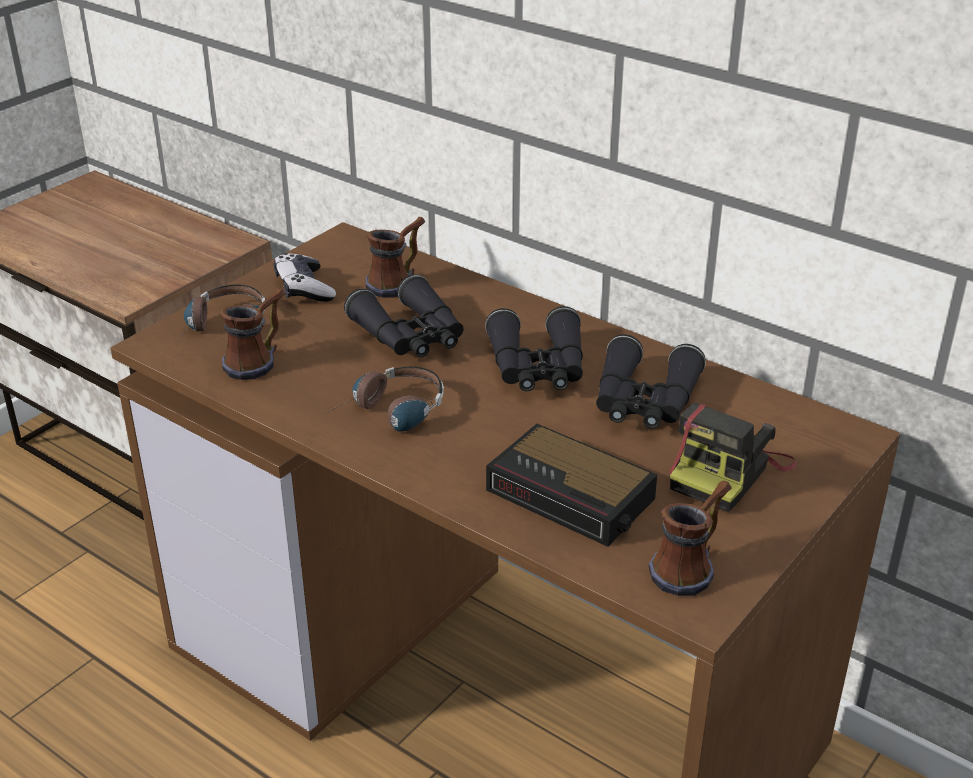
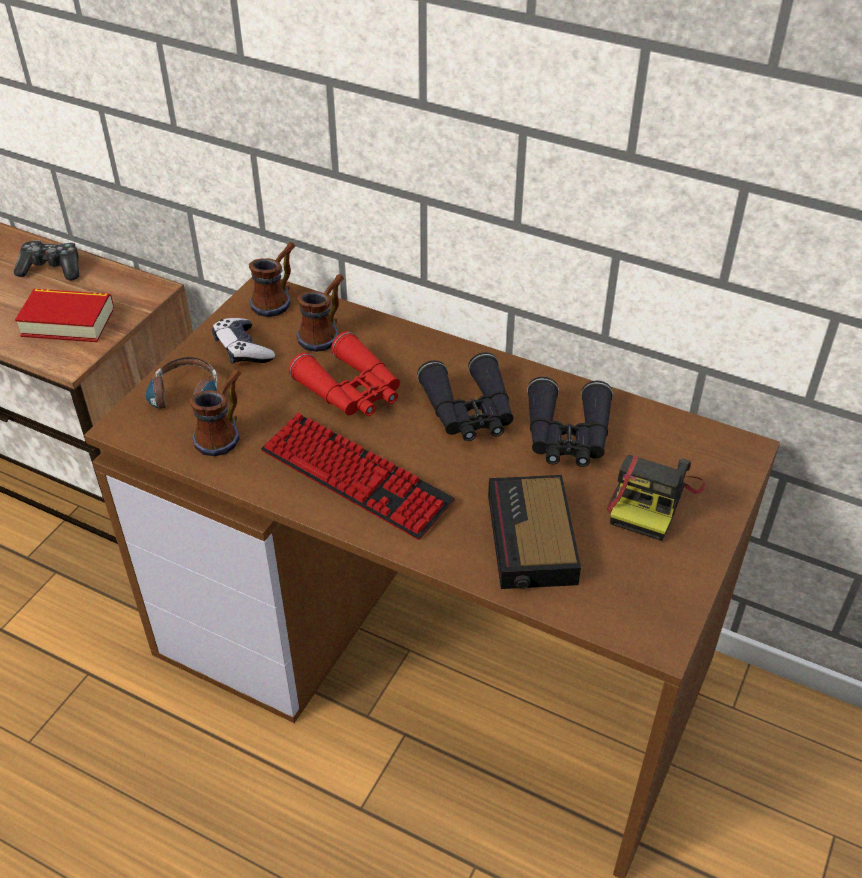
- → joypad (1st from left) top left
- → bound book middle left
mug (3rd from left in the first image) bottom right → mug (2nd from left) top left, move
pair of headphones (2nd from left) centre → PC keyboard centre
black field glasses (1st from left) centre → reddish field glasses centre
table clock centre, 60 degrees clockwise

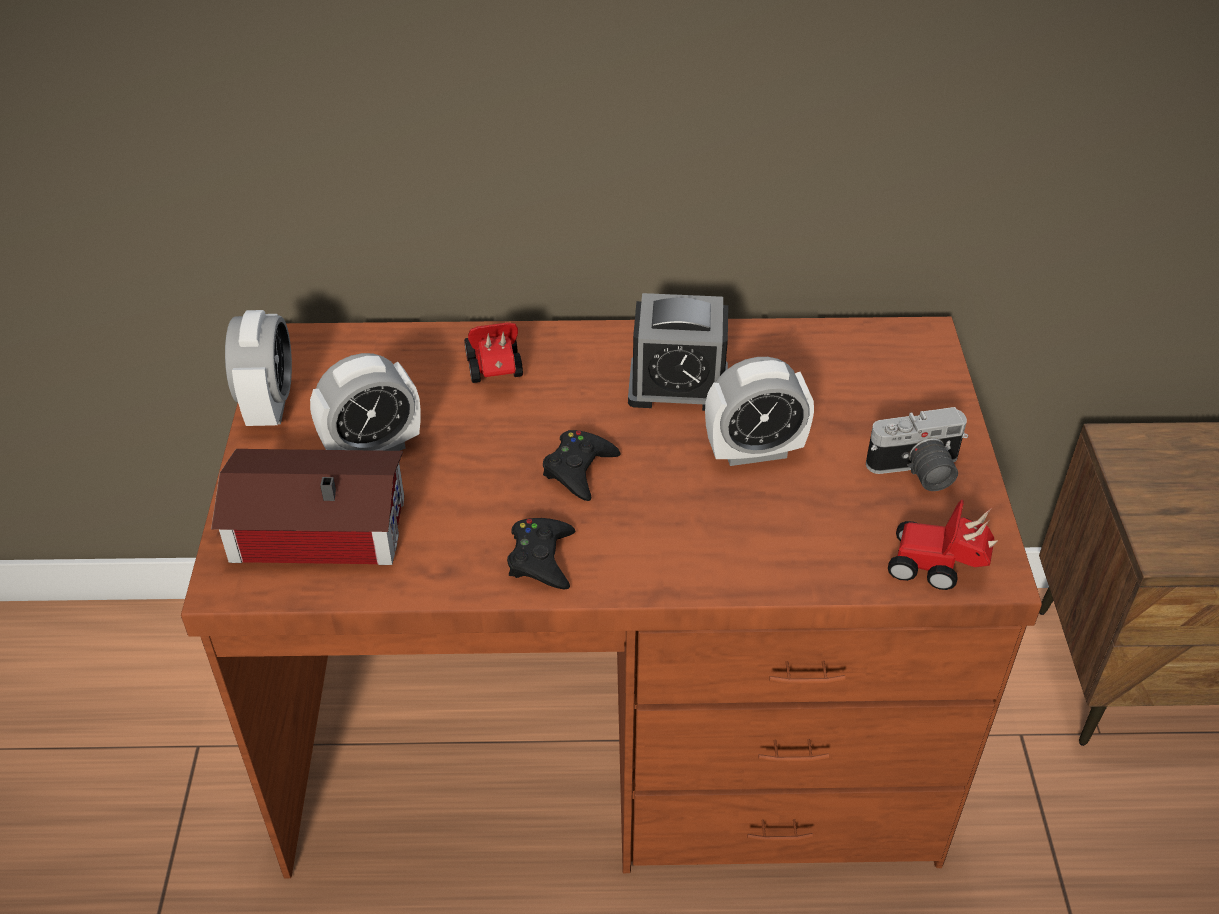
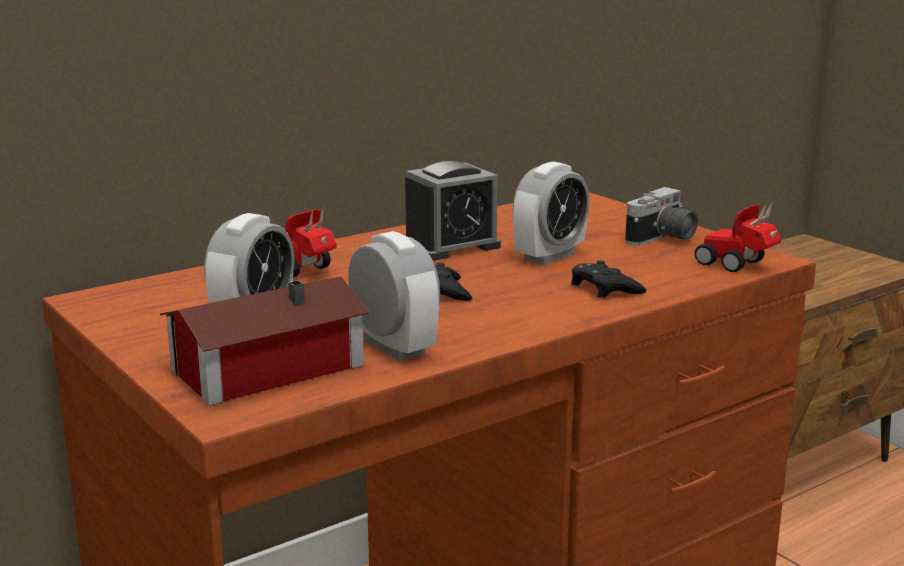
table clock (1st from left in the first image) middle left → table clock (2nd from left) centre, move
black joypad (1st from left in the first image) centre → black joypad (2nd from left) middle right, move
model car (2nd from left) middle right, 60 degrees clockwise

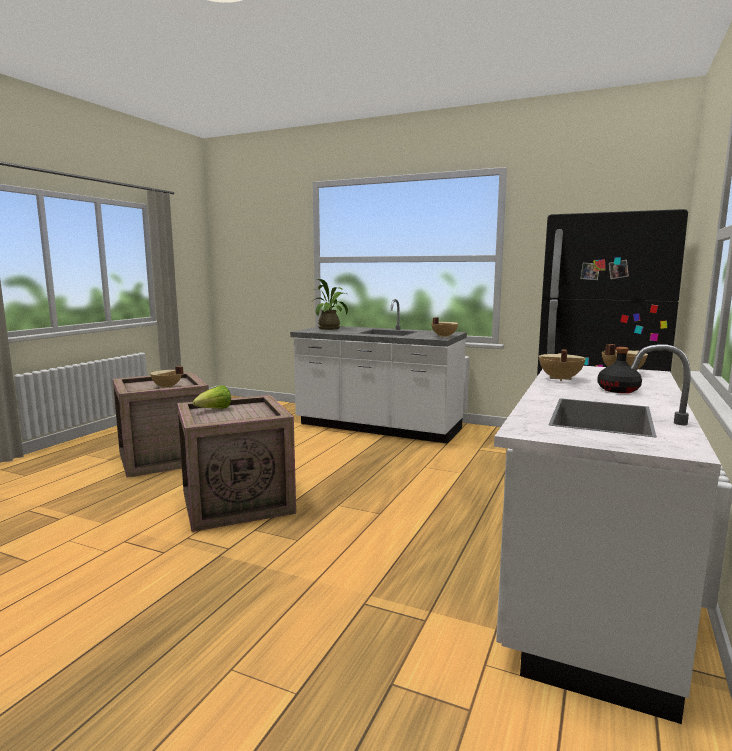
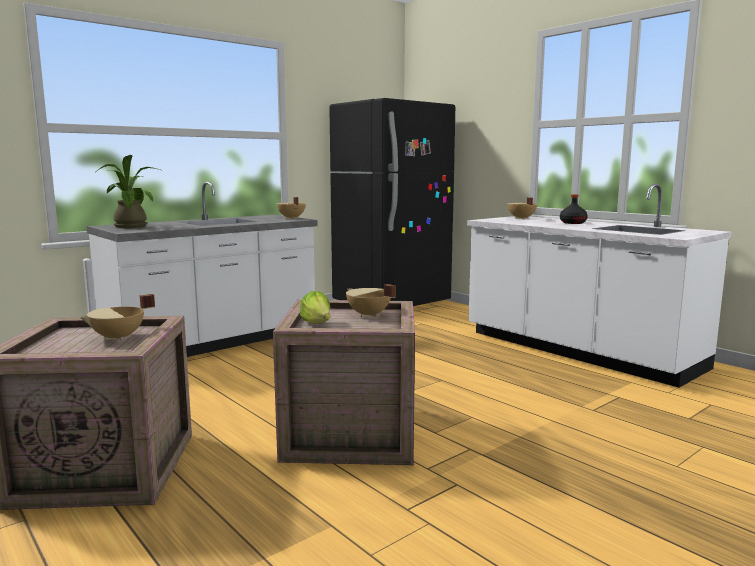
beige cooking pot (3rd from left) middle right → beige cooking pot (3rd from left) centre, move

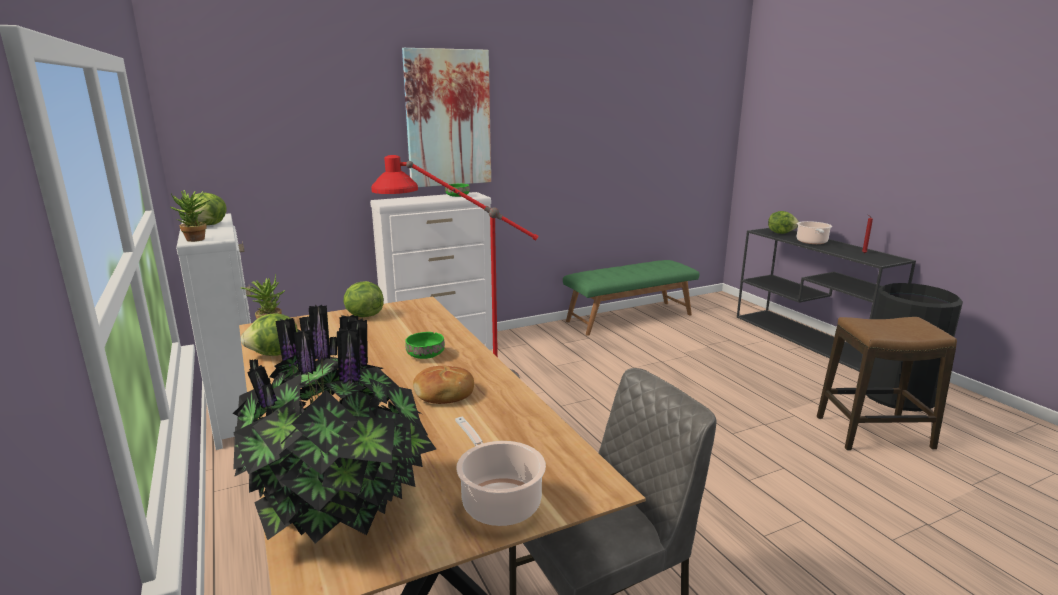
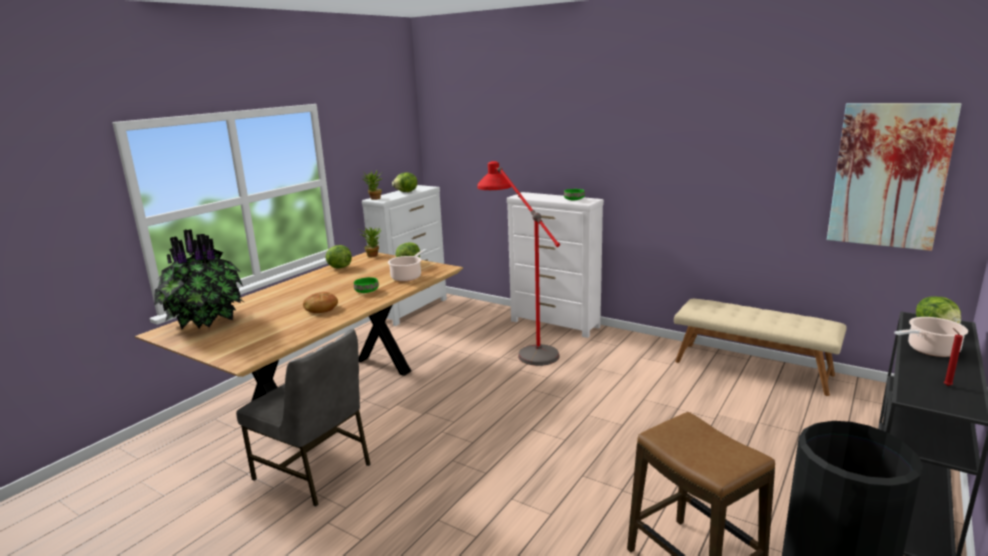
cooking pot (1st from left) bottom centre → cooking pot (1st from left) centre, move
green bench centre → beige bench middle right
wall picture top centre → wall picture top right, move

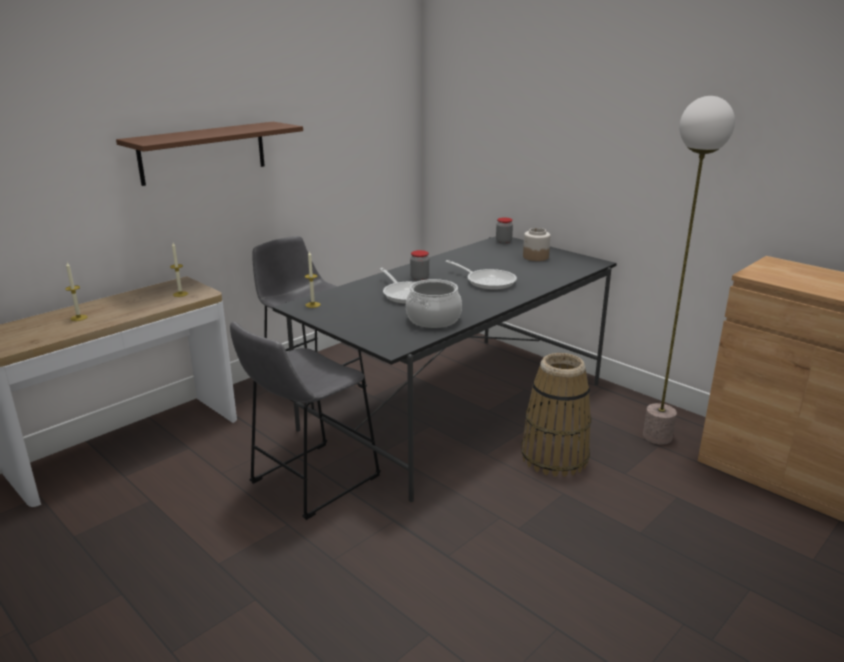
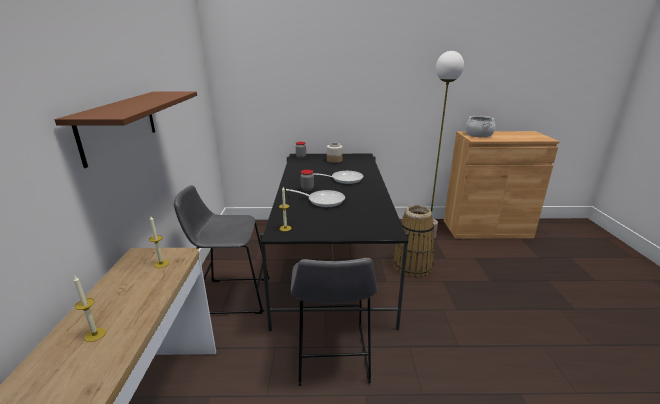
cooking pot centre → cooking pot top right, move

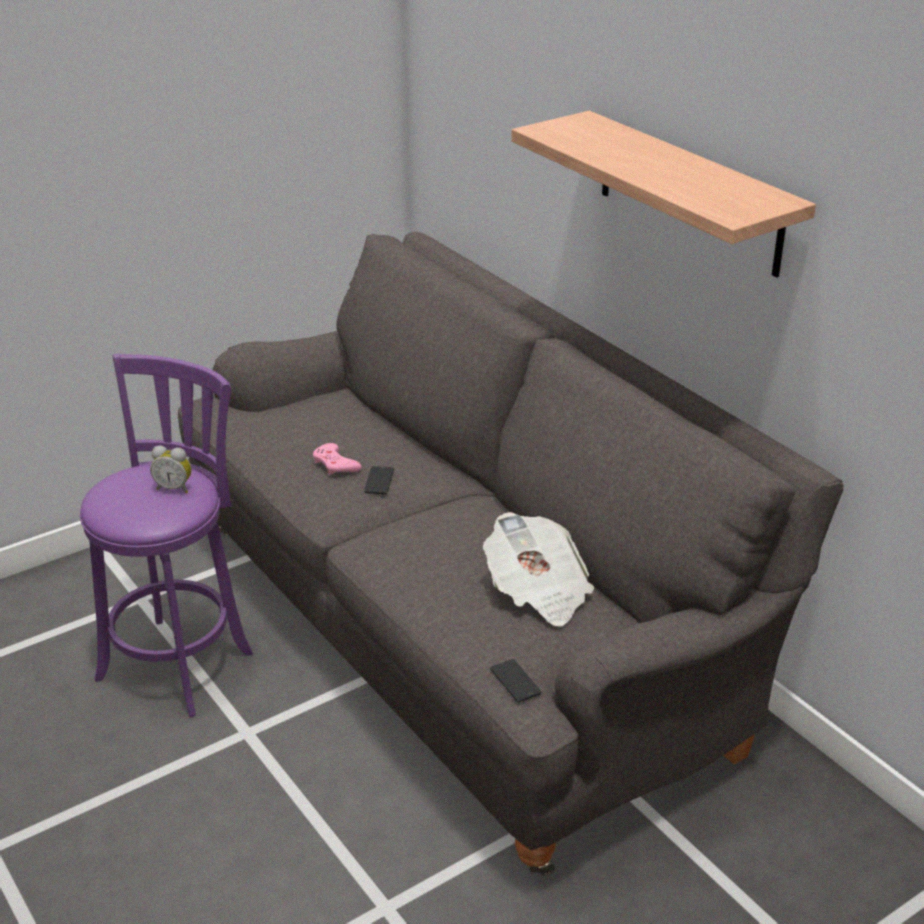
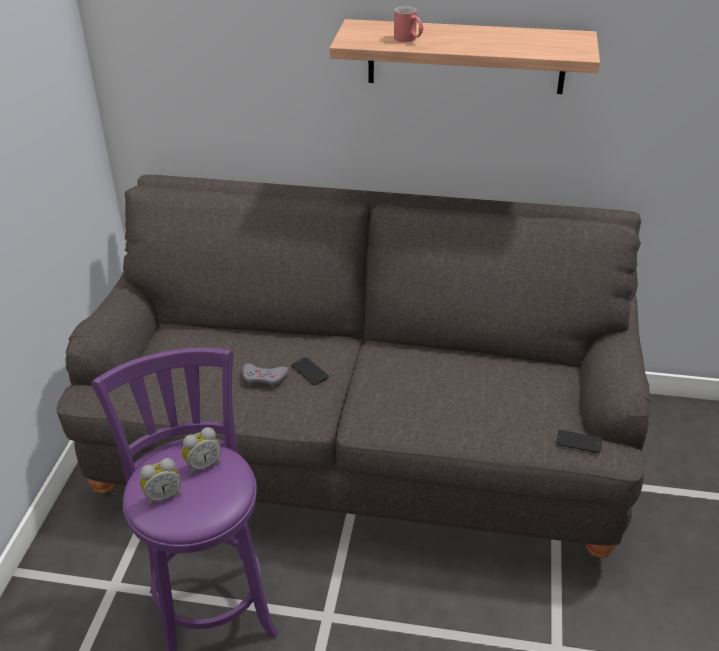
- → table clock (1st from left) bottom left
pinkish joypad centre → grey joypad centre
- → reddish mug top centre
printed paper centre → -

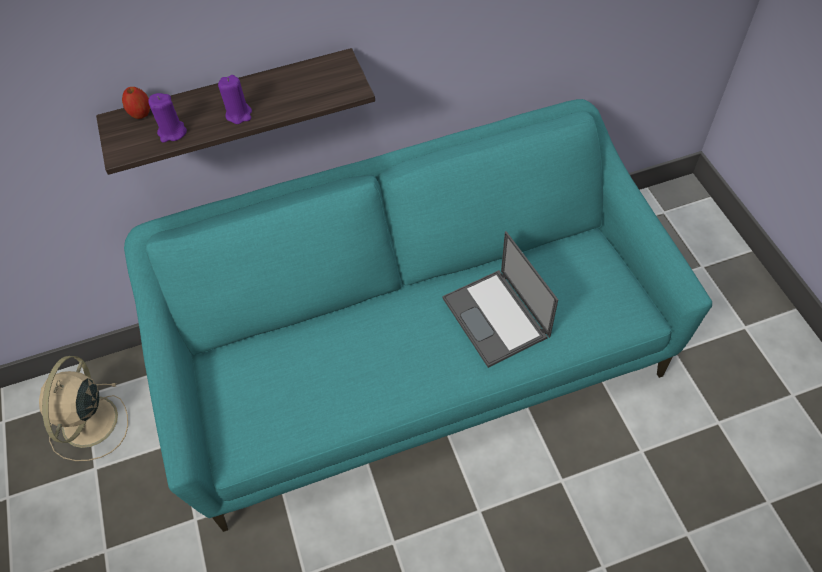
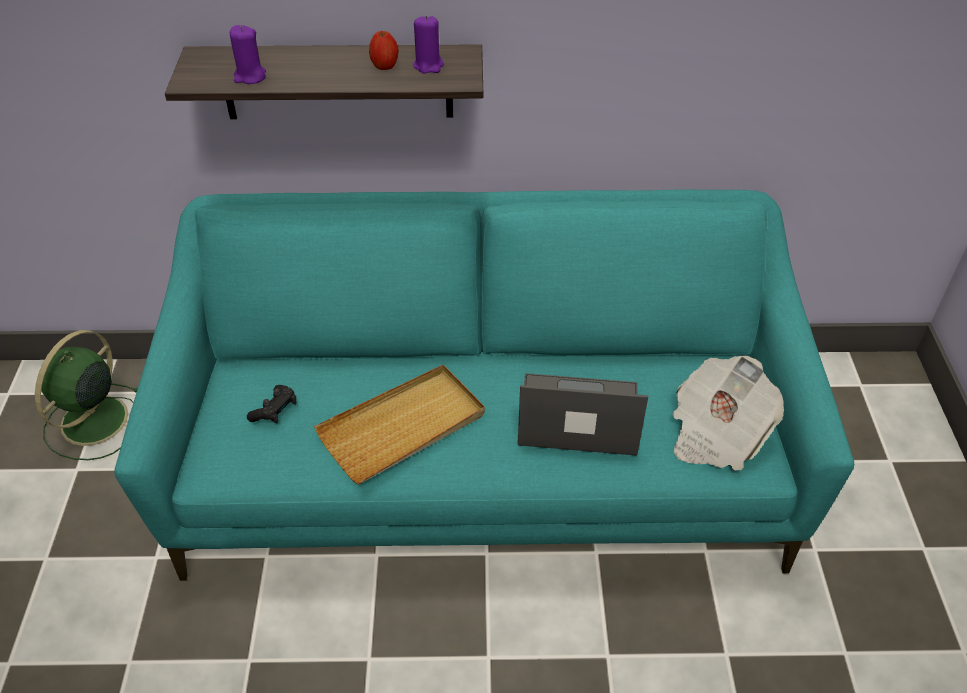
beige cooling fan bottom left → green cooling fan middle left
- → black joypad middle left
- → beige carrying tray centre
apple fruit top left → apple fruit top centre, move
purplish candle (2nd from left) top left → purplish candle (2nd from left) top centre, move
portable computer centre, 105 degrees clockwise
- → printed paper middle right

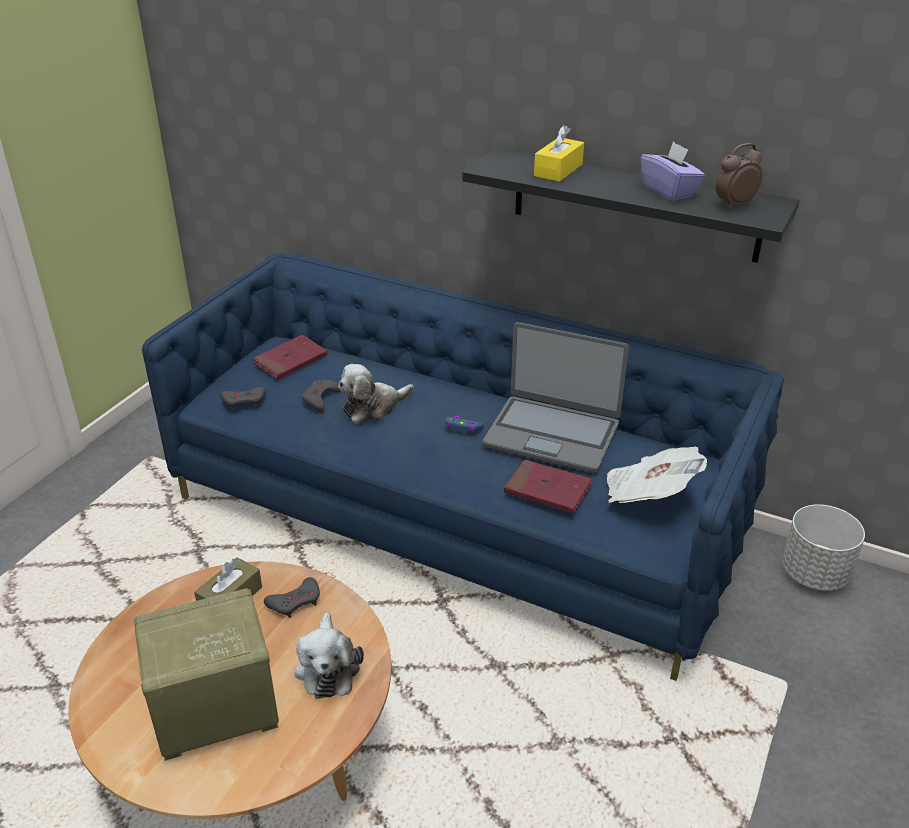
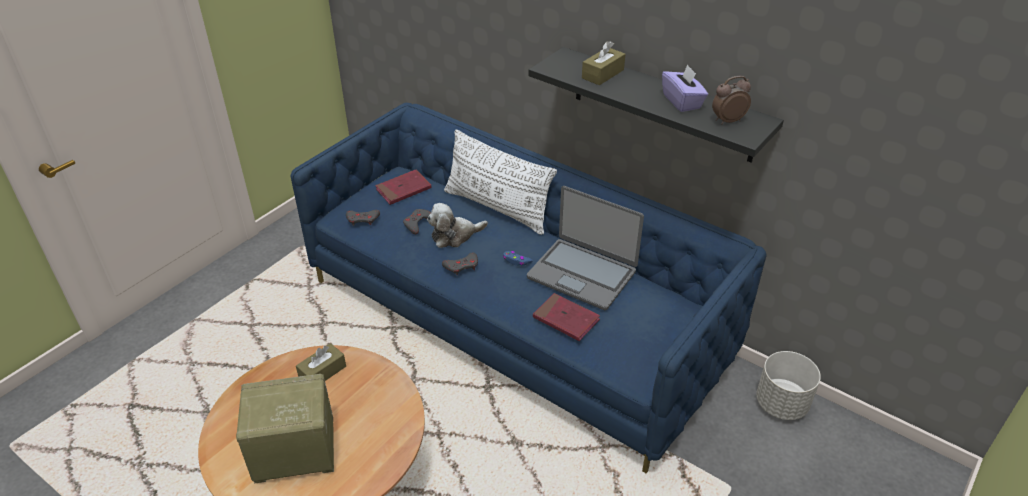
grey joypad (2nd from left in the first image) bottom left → grey joypad (3rd from left) centre, move
- → white throw pillow centre
yellowish tissue holder top centre → brown tissue holder (2nd from left) top centre
plush toy (1st from left) bottom centre → -
printed paper middle right → -

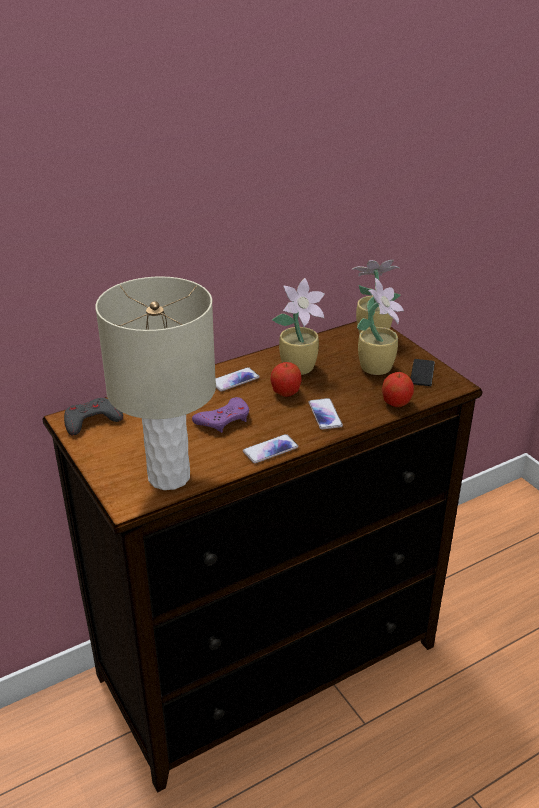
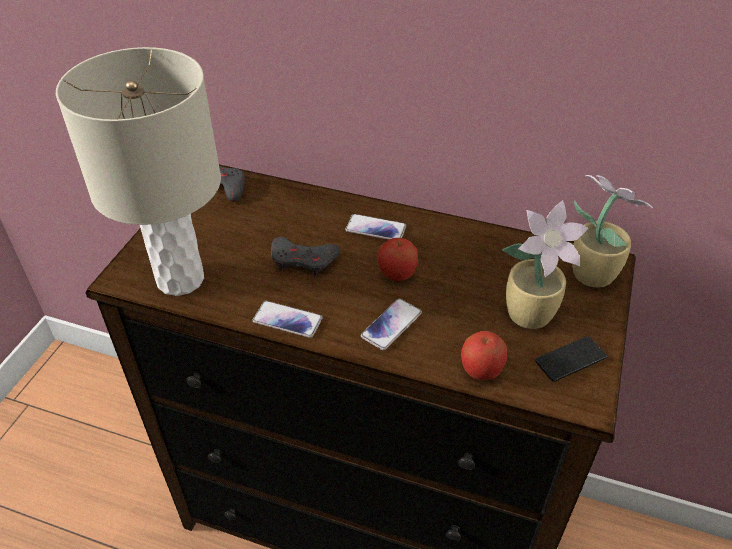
purplish joypad centre → grey joypad (2nd from left) centre
houseplant (1st from left) centre → -

